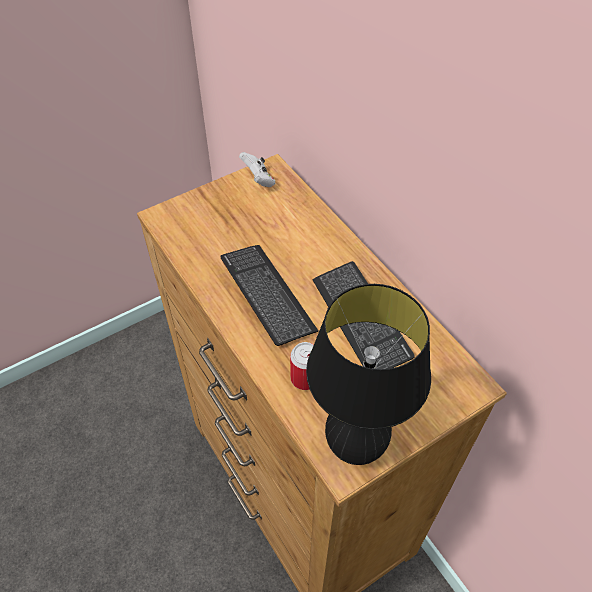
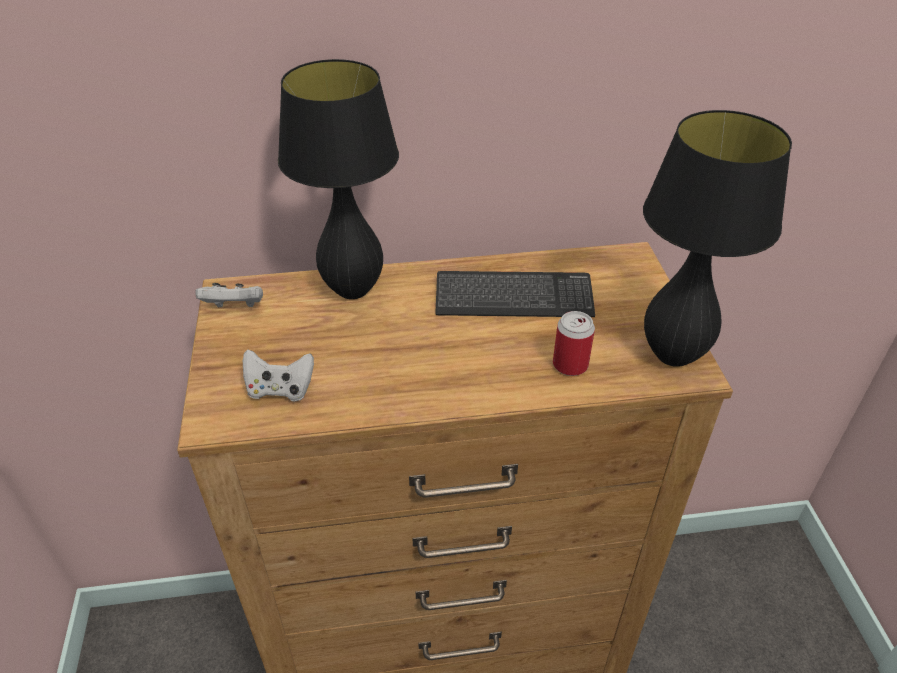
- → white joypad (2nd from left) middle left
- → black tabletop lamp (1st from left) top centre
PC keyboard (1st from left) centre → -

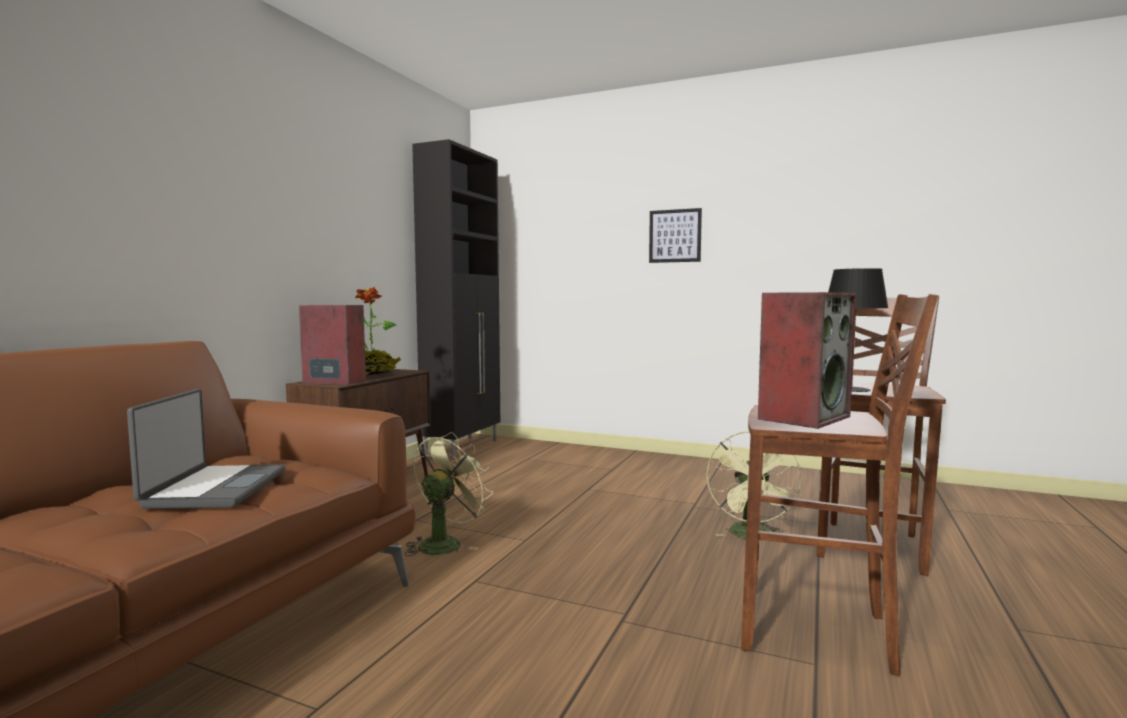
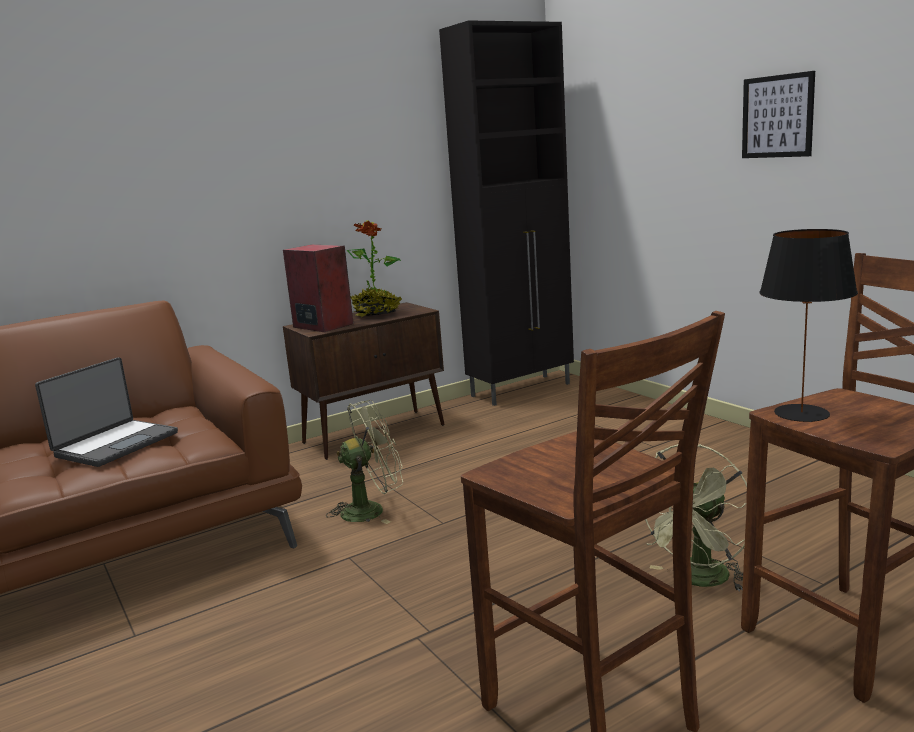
loudspeaker (2nd from left) middle right → -

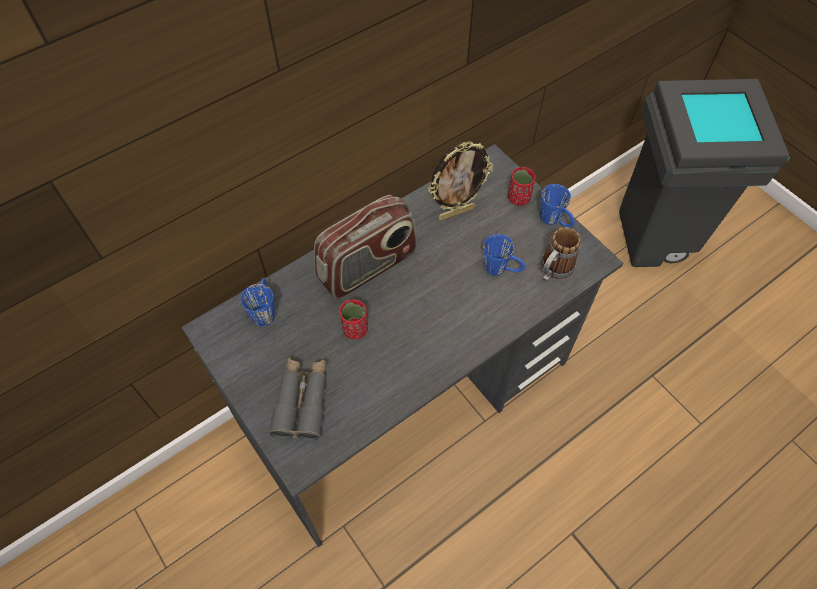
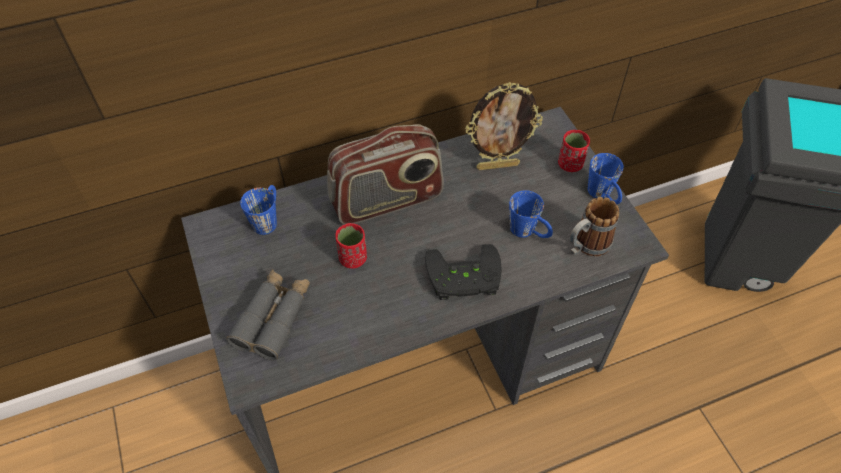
- → black joypad centre

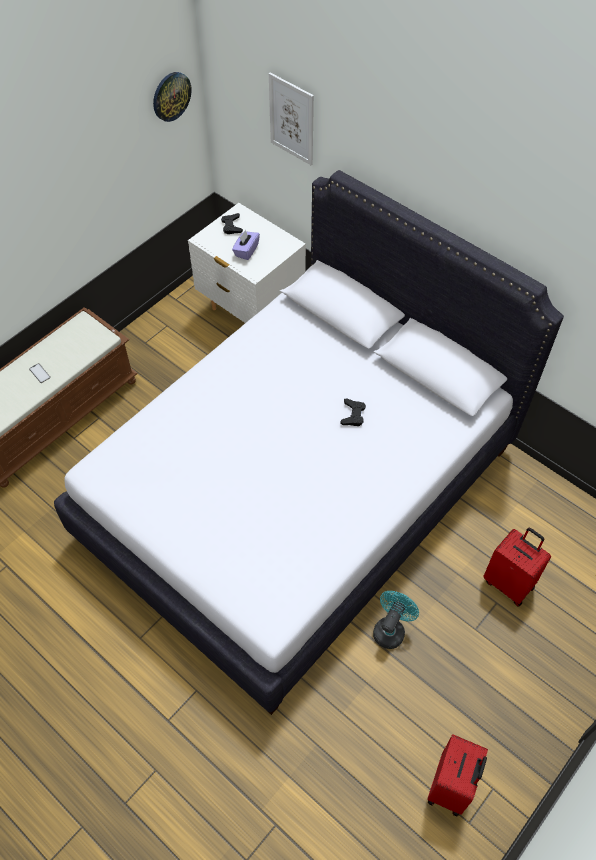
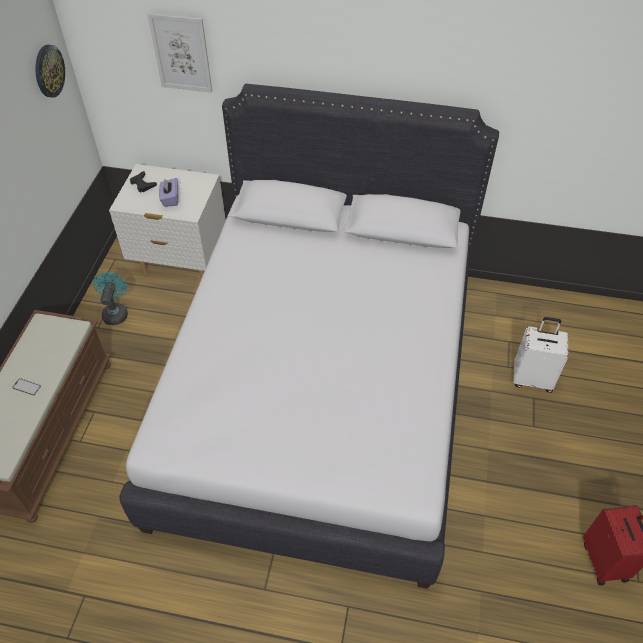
blue-green cooling fan bottom centre → blue-green cooling fan middle left, move
reddish piece of luggage (2nd from left) middle right → white piece of luggage middle right
black joypad (2nd from left) centre → -

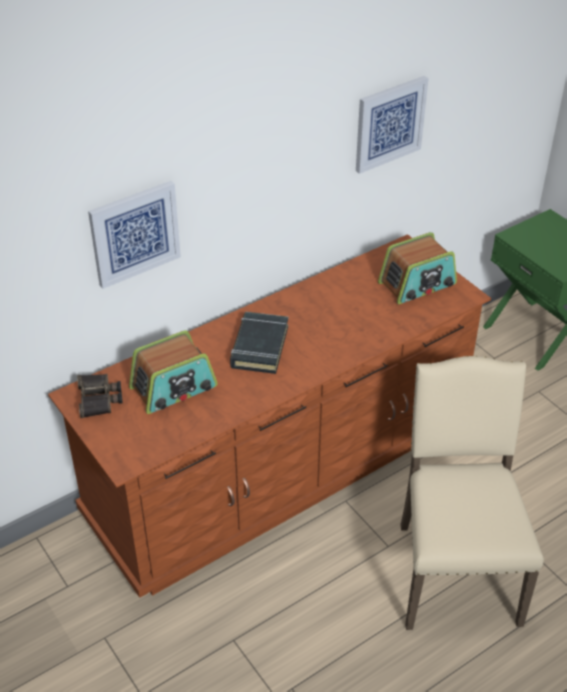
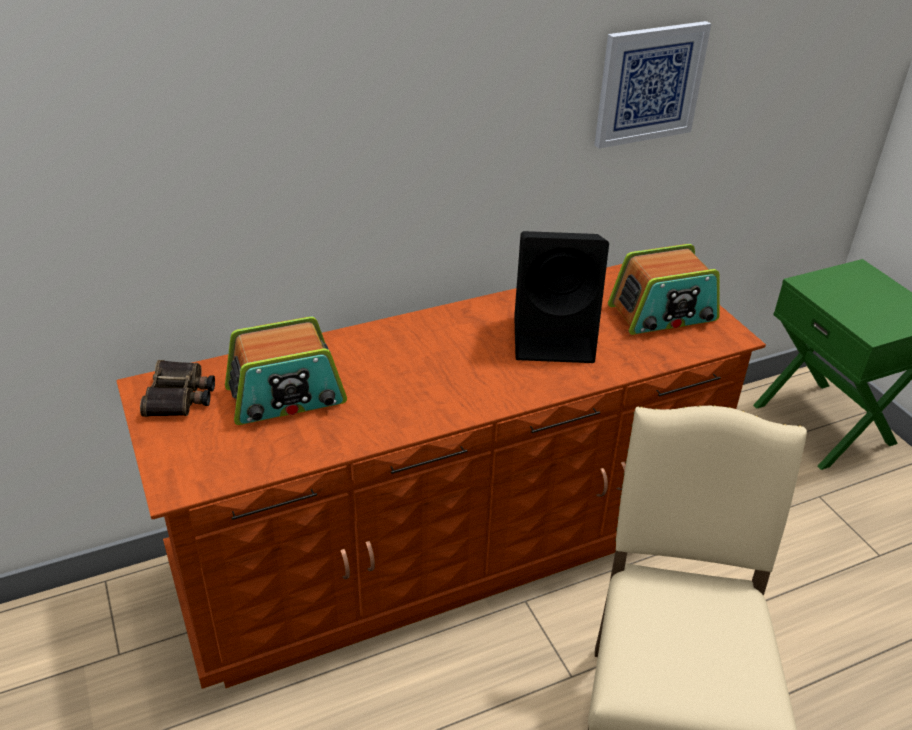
- → black loudspeaker centre
wall picture (1st from left) middle left → -
black bound book centre → -

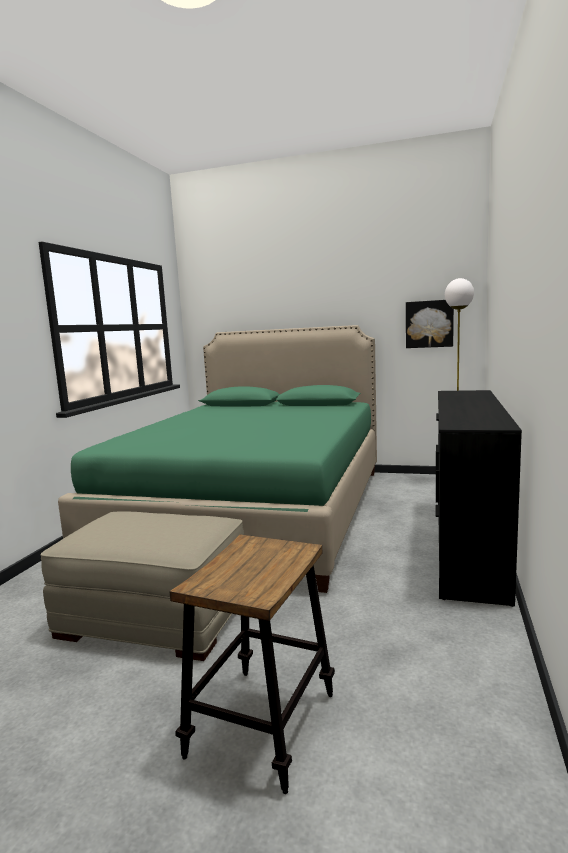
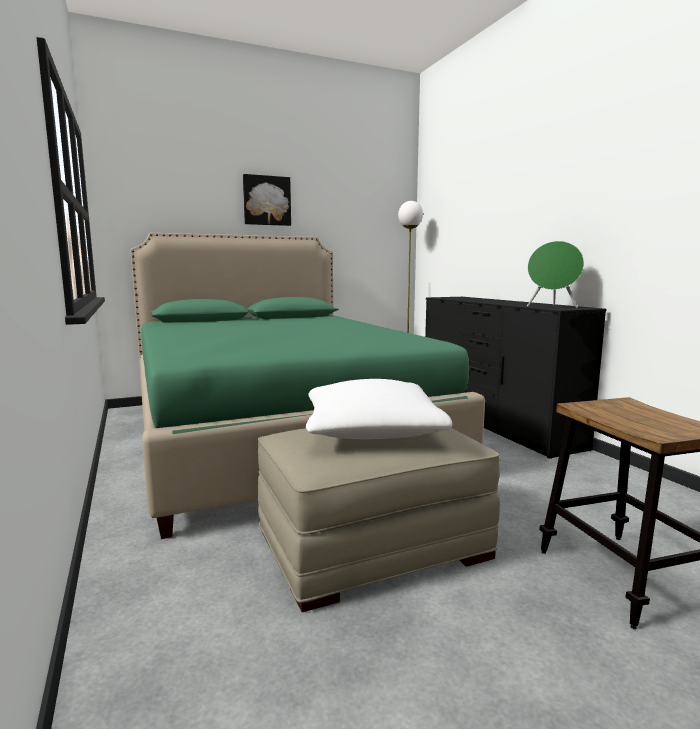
wall picture middle right → wall picture top centre, move
- → white throw pillow centre
- → green loudspeaker middle right

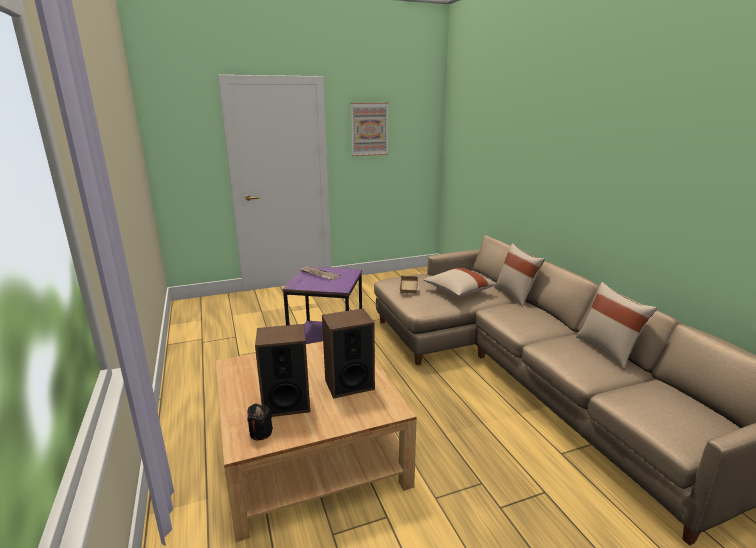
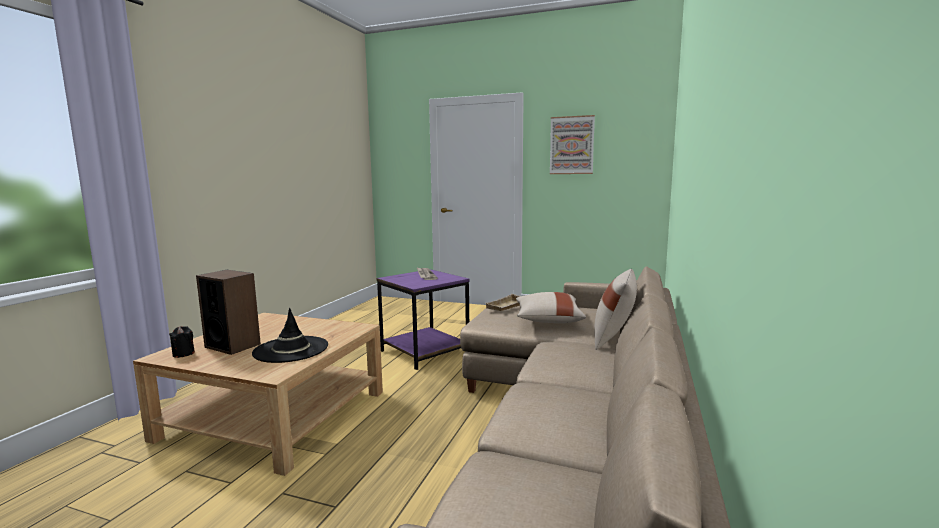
loudspeaker (2nd from left) centre → black hat middle left
beige throw pillow (3rd from left) middle right → -

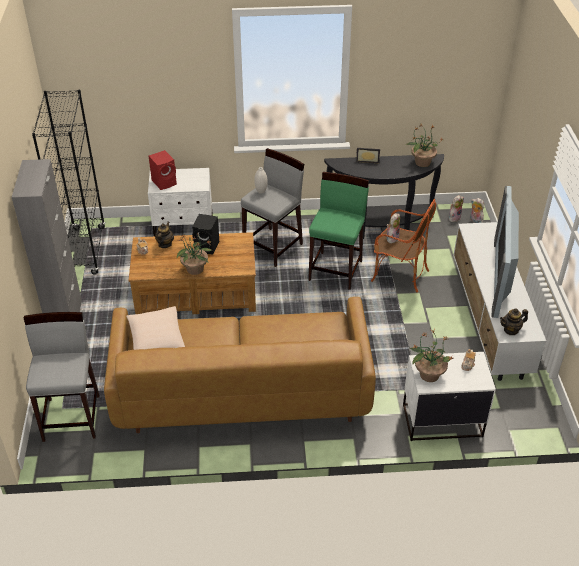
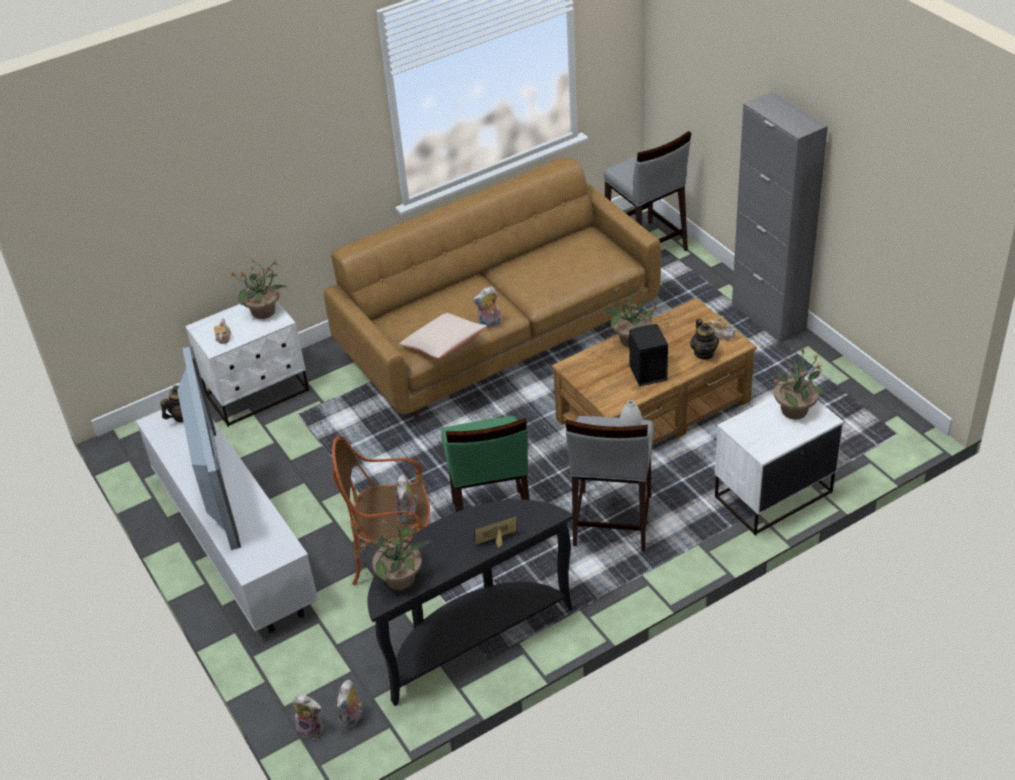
beige throw pillow middle left → beige throw pillow centre, move
- → plush toy (4th from left) centre
reddish loudspeaker top left → houseplant (4th from left) middle right
black bookshelf top left → -

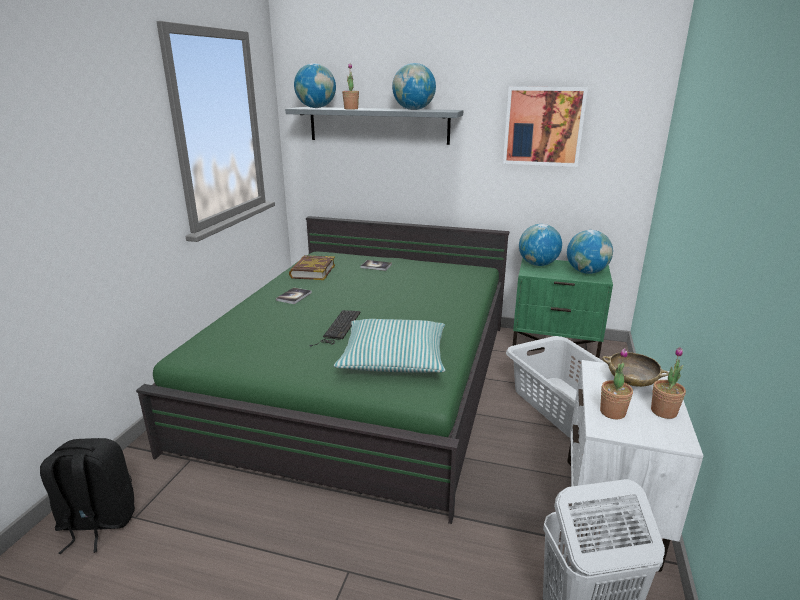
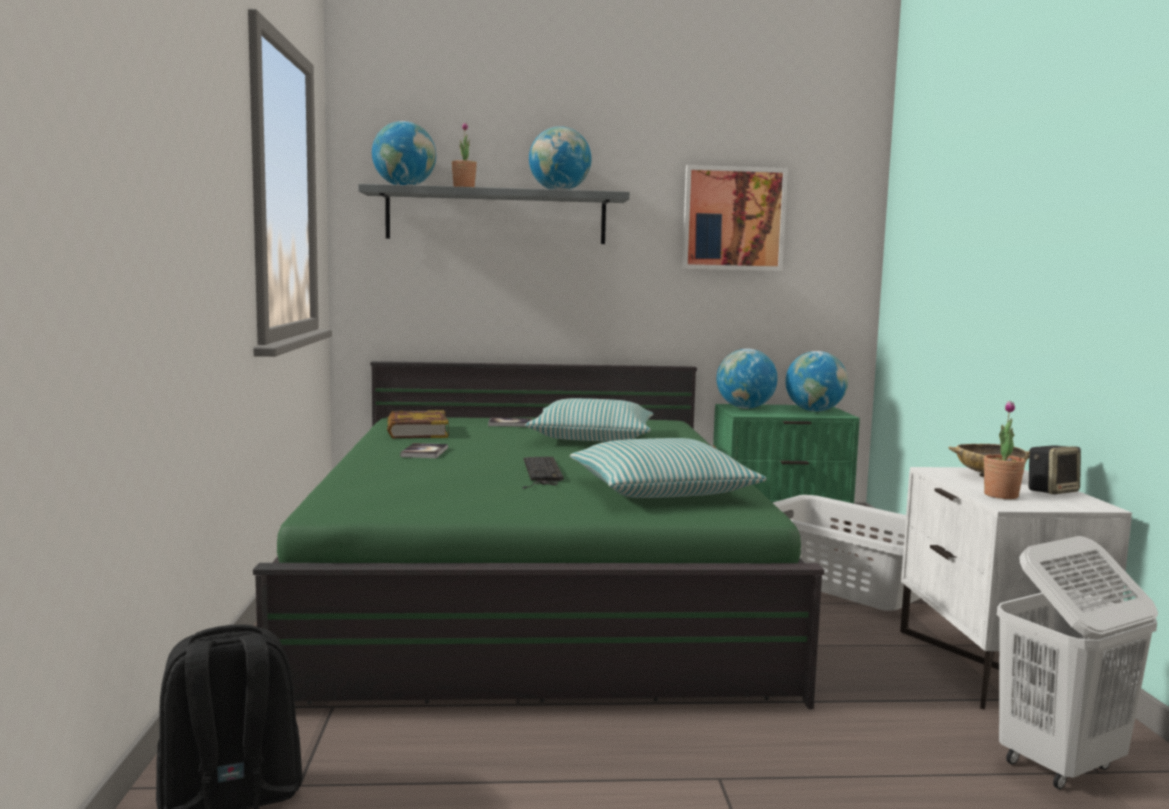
- → throw pillow (1st from left) centre
houseplant (3rd from left) middle right → loudspeaker middle right

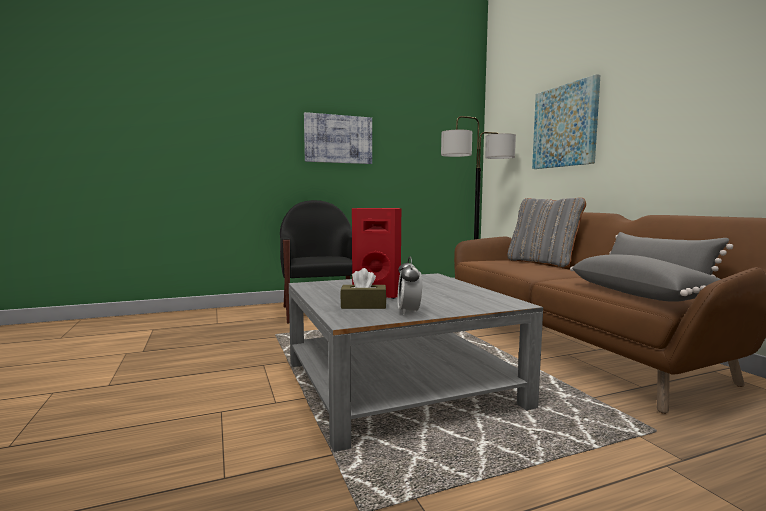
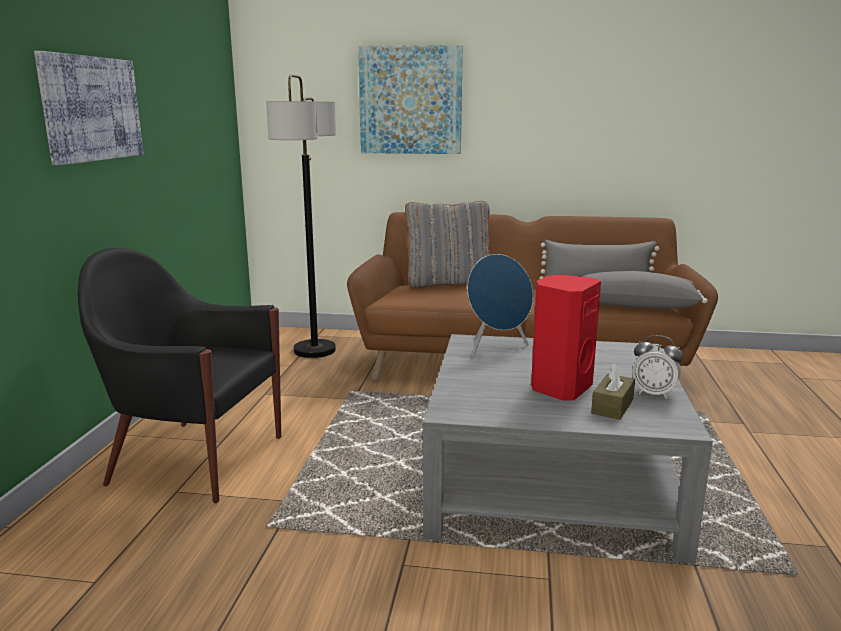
- → blue-coloured loudspeaker centre

